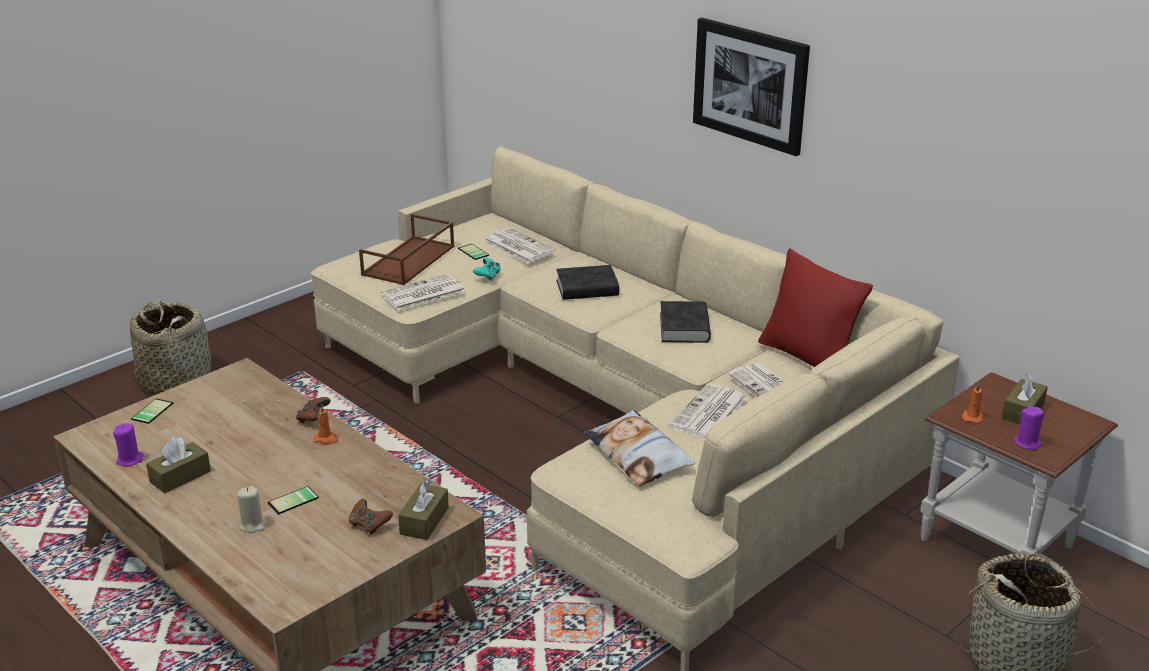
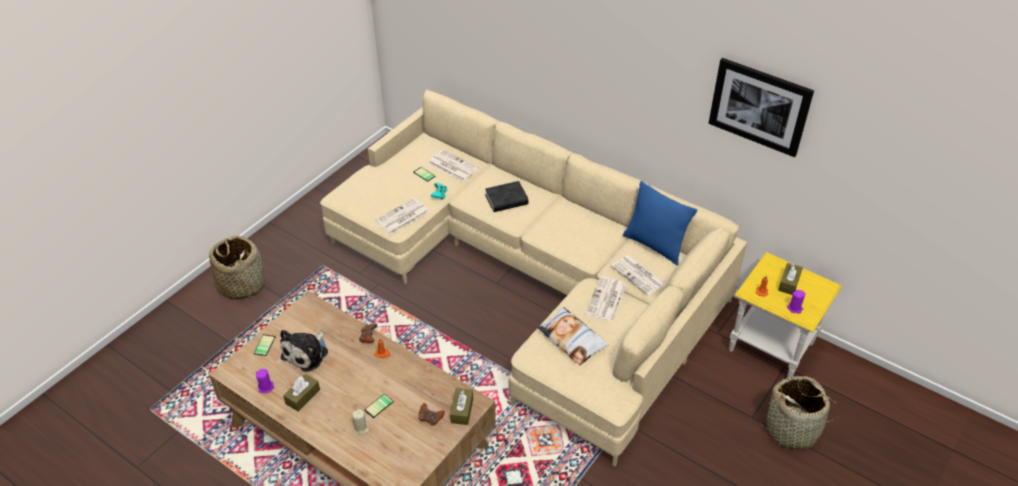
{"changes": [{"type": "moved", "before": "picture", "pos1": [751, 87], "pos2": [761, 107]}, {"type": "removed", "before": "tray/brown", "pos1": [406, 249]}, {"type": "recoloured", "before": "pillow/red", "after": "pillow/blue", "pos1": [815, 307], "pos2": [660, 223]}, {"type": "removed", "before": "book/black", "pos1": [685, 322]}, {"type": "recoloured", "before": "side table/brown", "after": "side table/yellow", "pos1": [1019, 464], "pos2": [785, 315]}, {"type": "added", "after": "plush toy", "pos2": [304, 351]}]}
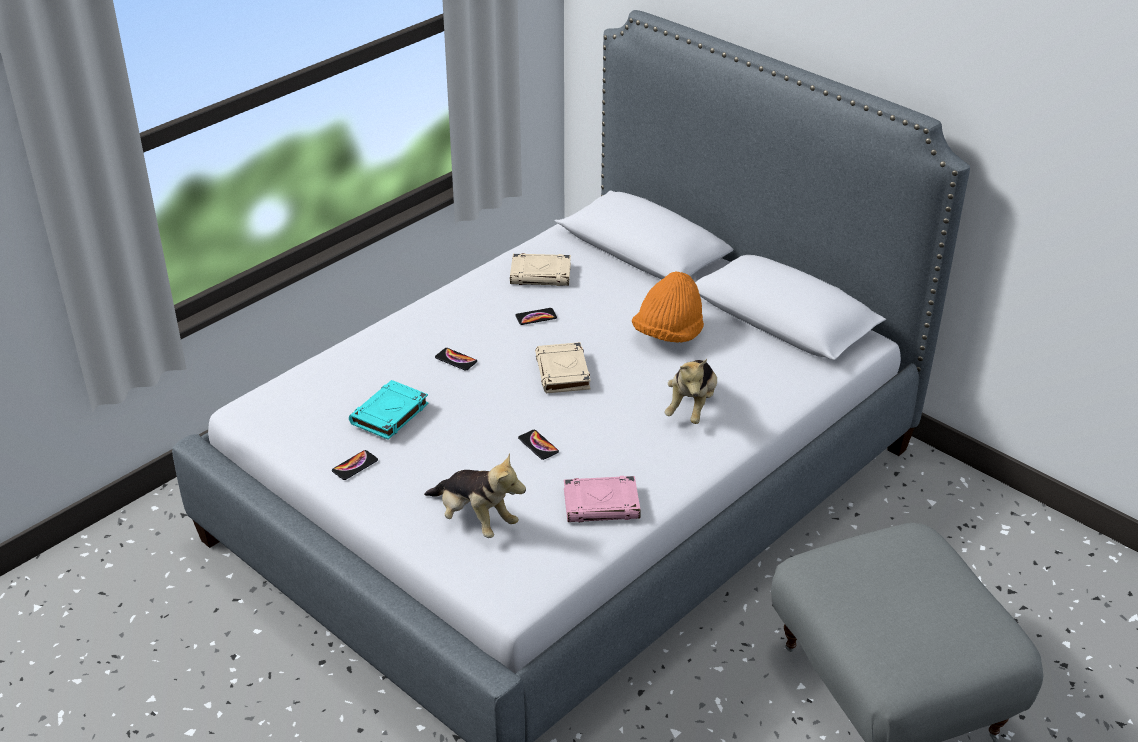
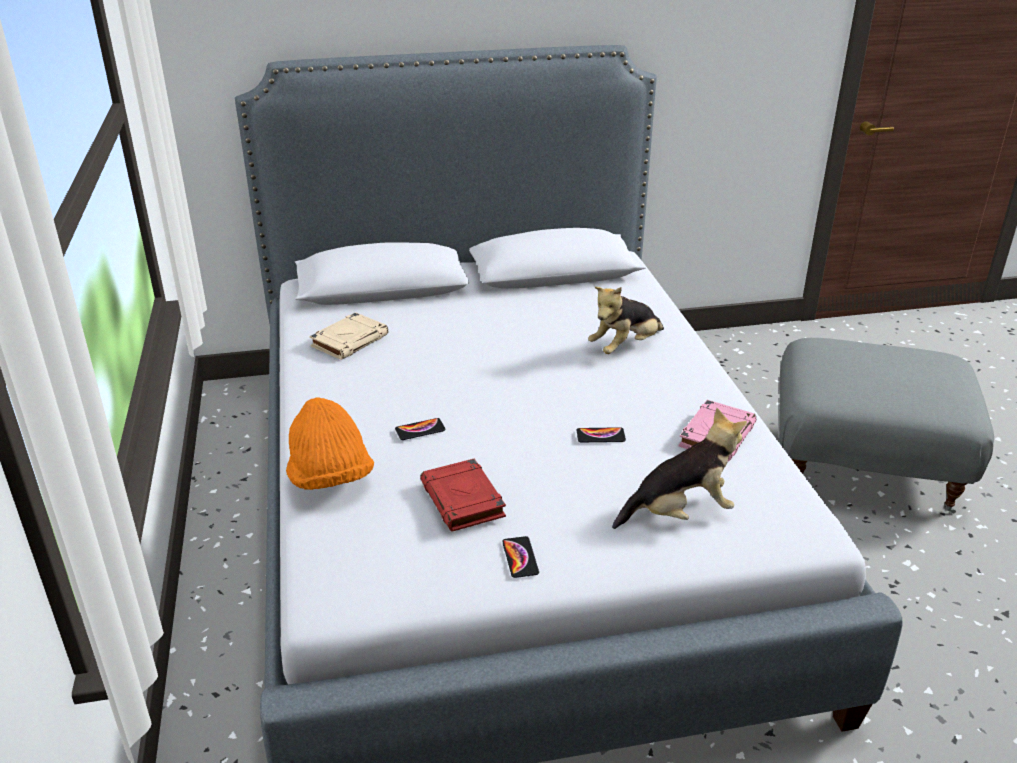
{"changes": [{"type": "moved", "before": "hat/orange", "pos1": [668, 307], "pos2": [330, 443]}, {"type": "removed", "before": "phone", "pos1": [536, 316]}, {"type": "removed", "before": "book/beige", "pos1": [563, 367]}, {"type": "turned", "before": "plush toy", "pos1": [691, 391], "pos2": [626, 320], "turn": 90}, {"type": "recoloured", "before": "book/turquoise", "after": "book/red", "pos1": [389, 410], "pos2": [463, 495]}]}
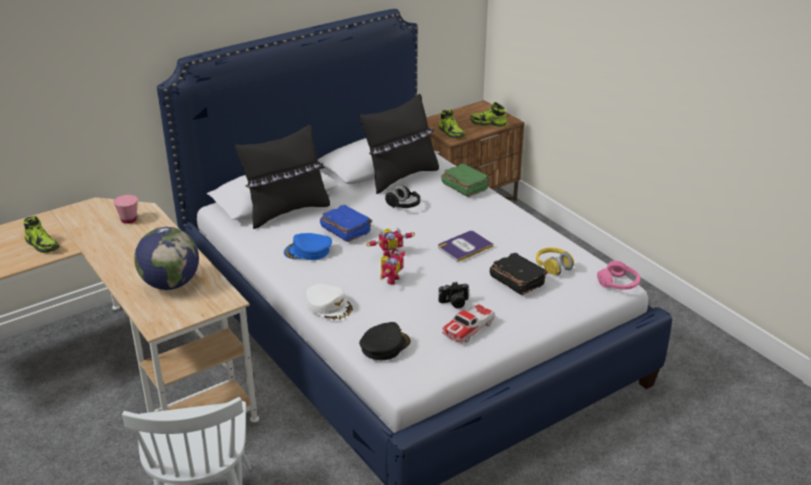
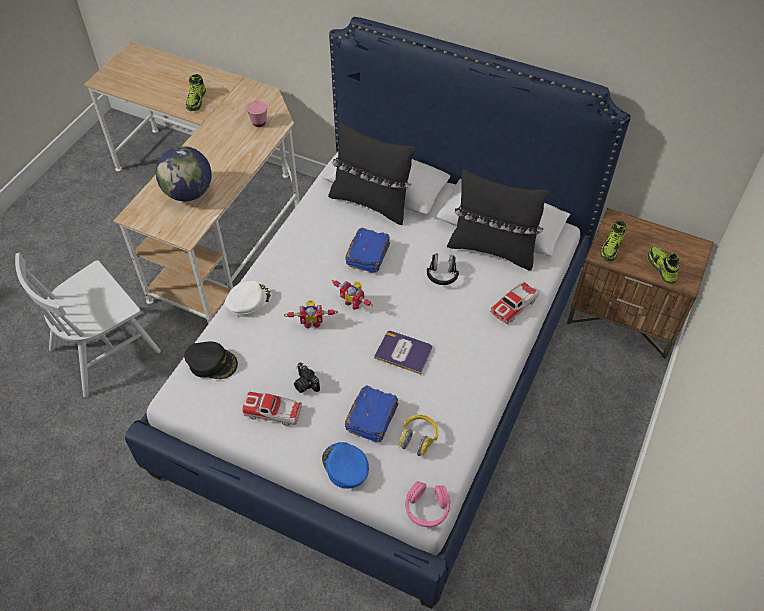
{"changes": [{"type": "replaced", "before": "book/green", "after": "toy car", "pos1": [466, 180], "pos2": [514, 303]}, {"type": "moved", "before": "cap/blue", "pos1": [308, 246], "pos2": [345, 465]}, {"type": "recoloured", "before": "book/black", "after": "book/blue", "pos1": [519, 274], "pos2": [372, 414]}, {"type": "turned", "before": "cap/white", "pos1": [329, 302], "pos2": [248, 299], "turn": -150}]}
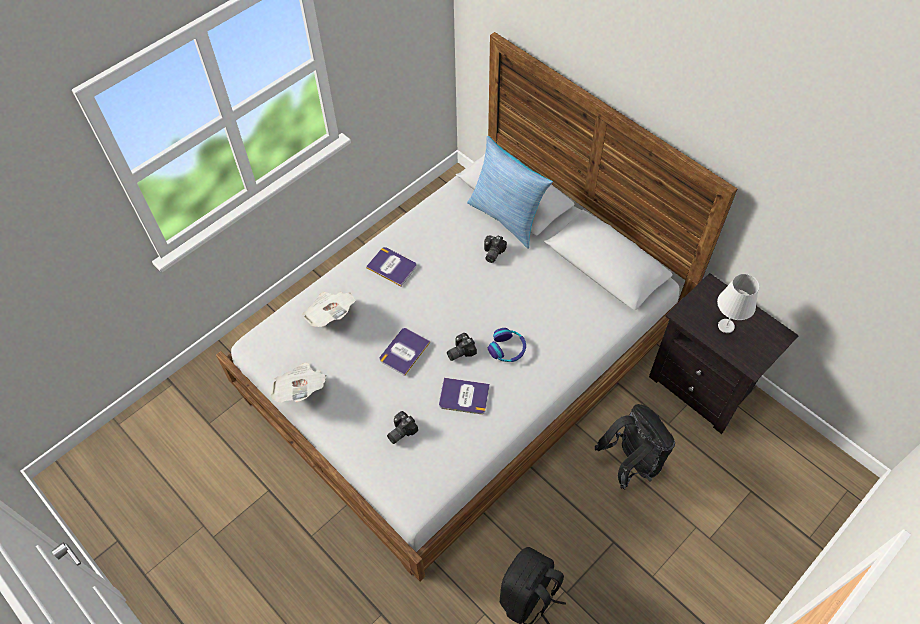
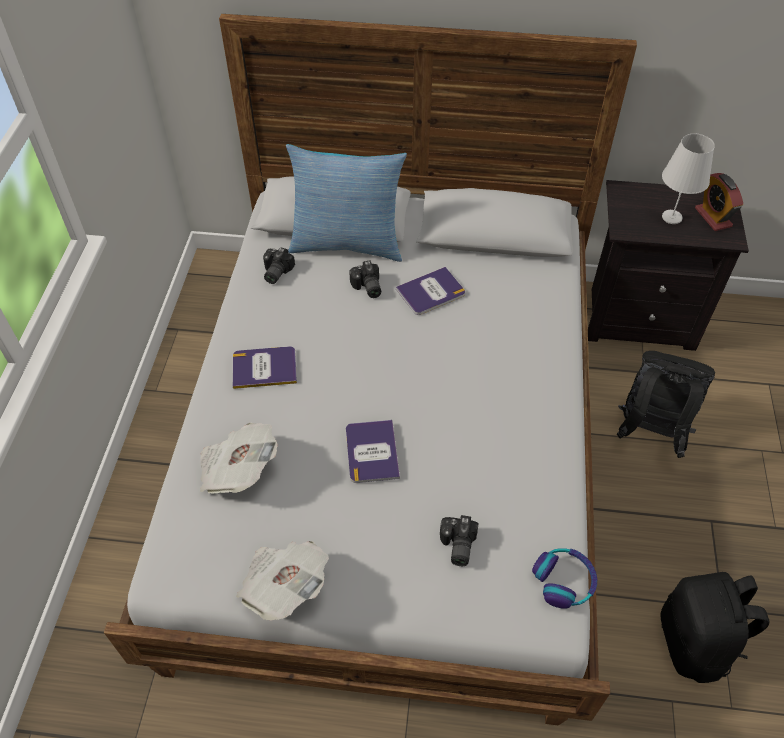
{"changes": [{"type": "moved", "before": "headphones", "pos1": [507, 345], "pos2": [564, 578]}, {"type": "moved", "before": "photo camera", "pos1": [462, 347], "pos2": [279, 266]}, {"type": "moved", "before": "book", "pos1": [464, 396], "pos2": [430, 291]}, {"type": "added", "after": "alarm clock", "pos2": [719, 202]}]}
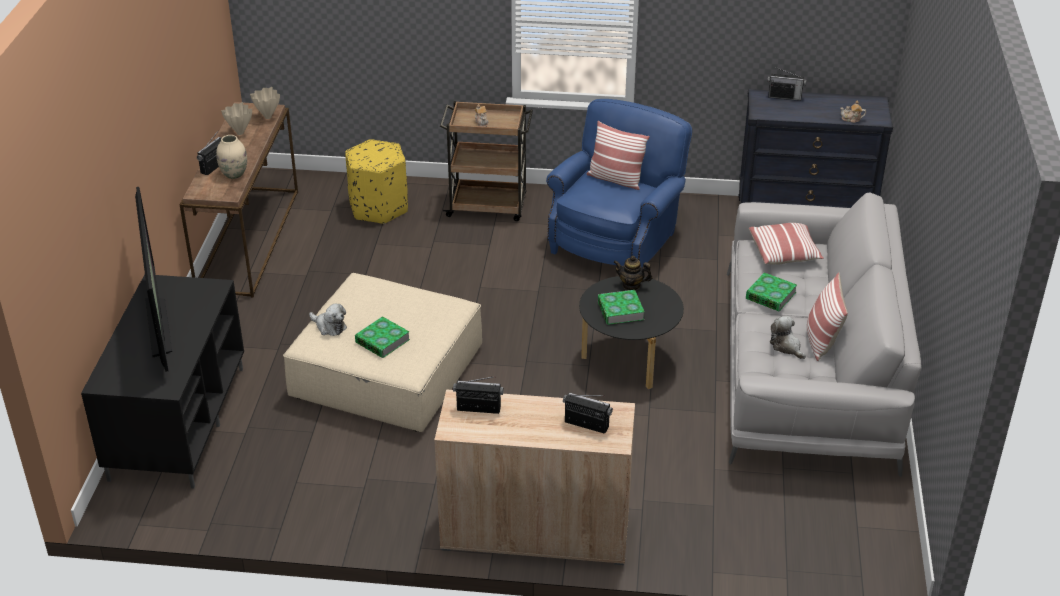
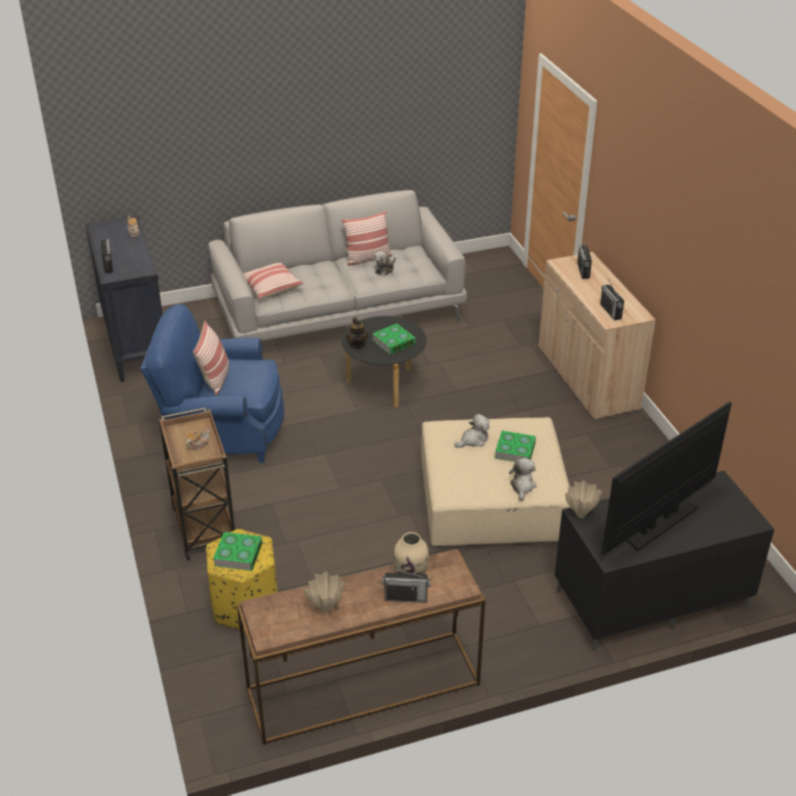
{"changes": [{"type": "moved", "before": "vase/beige", "pos1": [265, 103], "pos2": [583, 499]}, {"type": "moved", "before": "book", "pos1": [771, 291], "pos2": [237, 551]}, {"type": "added", "after": "plush toy", "pos2": [472, 431]}]}
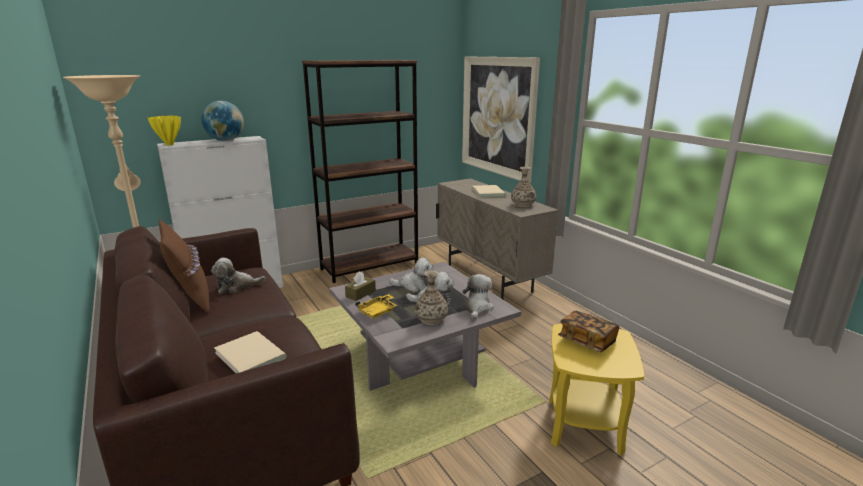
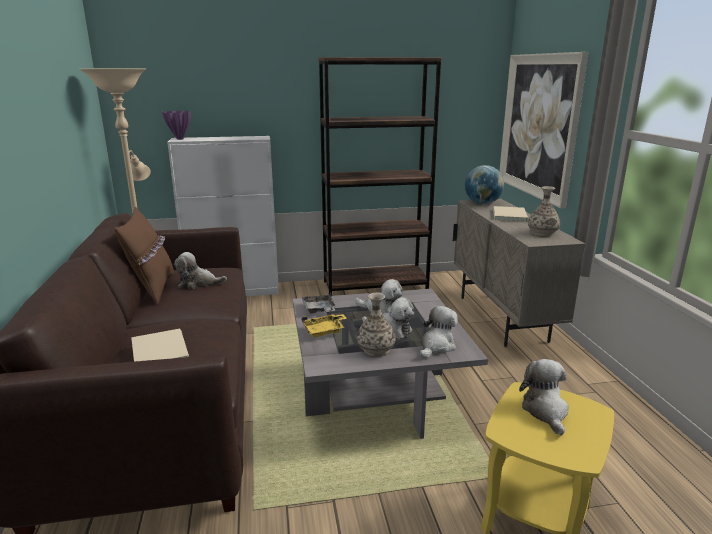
{"changes": [{"type": "moved", "before": "globe", "pos1": [223, 121], "pos2": [484, 184]}, {"type": "recoloured", "before": "vase/yellow", "after": "vase/purple", "pos1": [164, 130], "pos2": [176, 125]}, {"type": "replaced", "before": "tissue box/brown", "after": "tray/grey", "pos1": [360, 286], "pos2": [319, 302]}, {"type": "replaced", "before": "book", "after": "plush toy", "pos1": [588, 331], "pos2": [544, 397]}]}
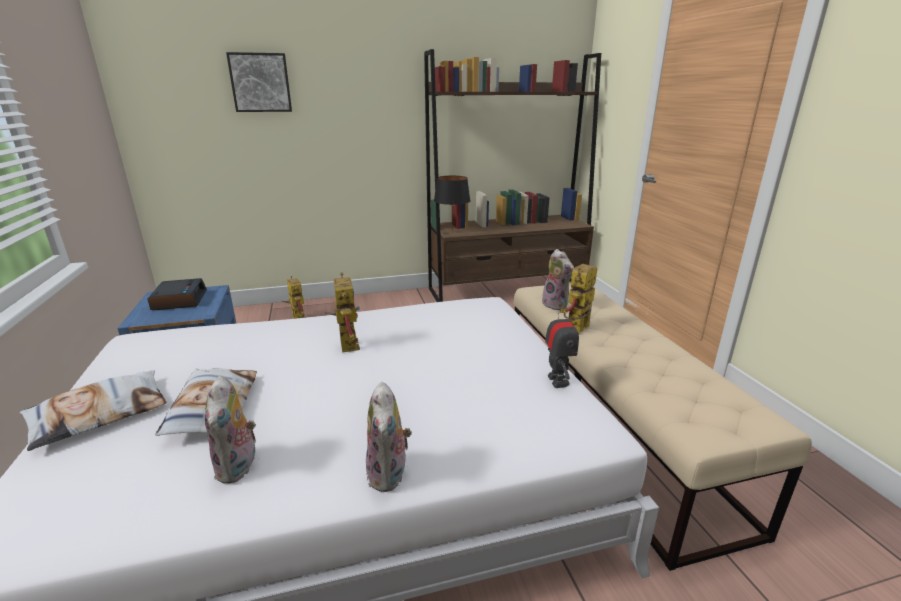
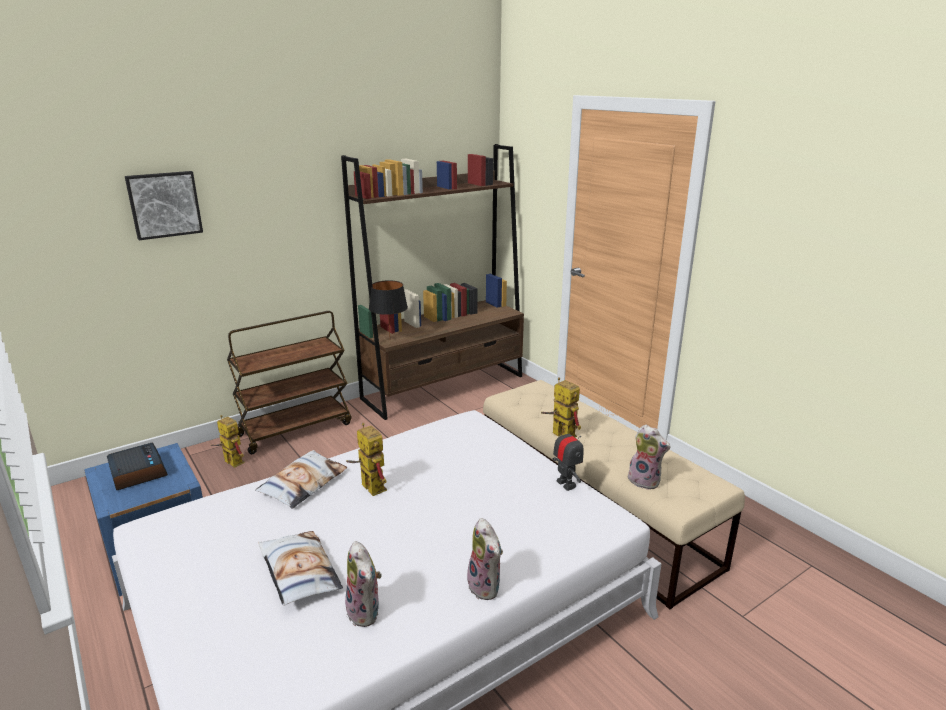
{"changes": [{"type": "moved", "before": "plush toy", "pos1": [558, 279], "pos2": [649, 457]}, {"type": "turned", "before": "toy robot", "pos1": [579, 298], "pos2": [561, 407], "turn": 120}, {"type": "moved", "before": "pillow", "pos1": [93, 410], "pos2": [301, 479]}, {"type": "added", "after": "cart/brown", "pos2": [289, 382]}]}
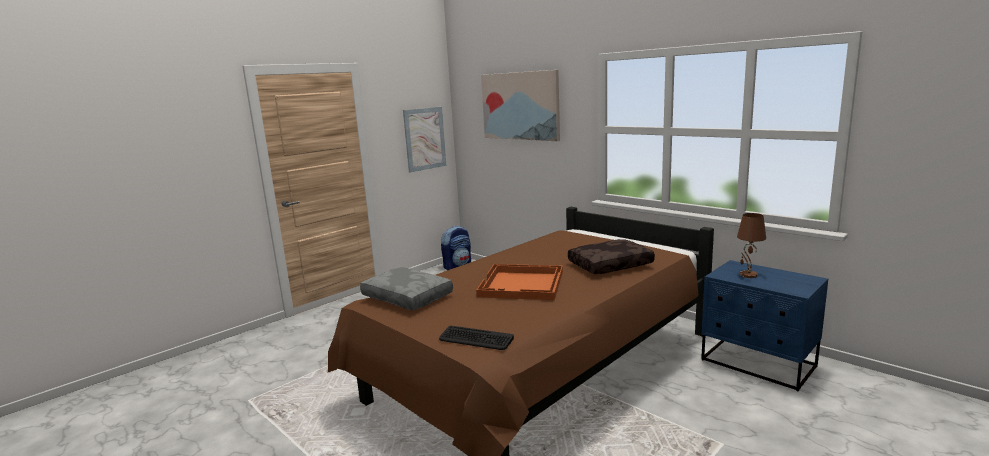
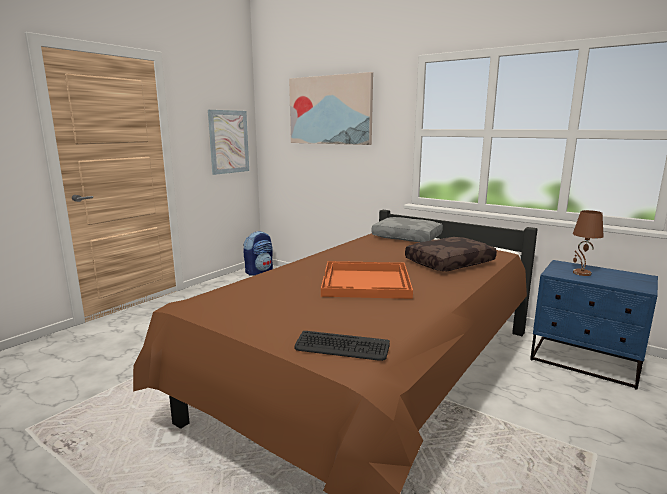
{"changes": [{"type": "moved", "before": "pillow/grey", "pos1": [406, 288], "pos2": [407, 229]}]}
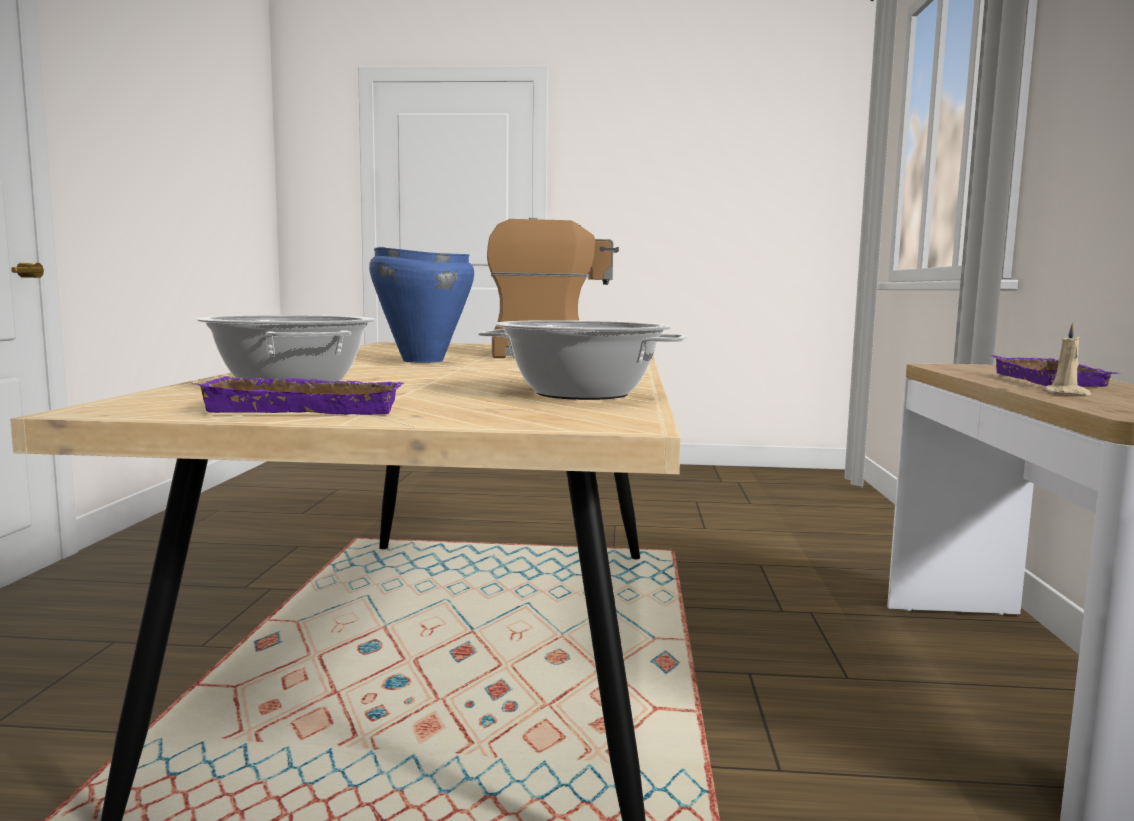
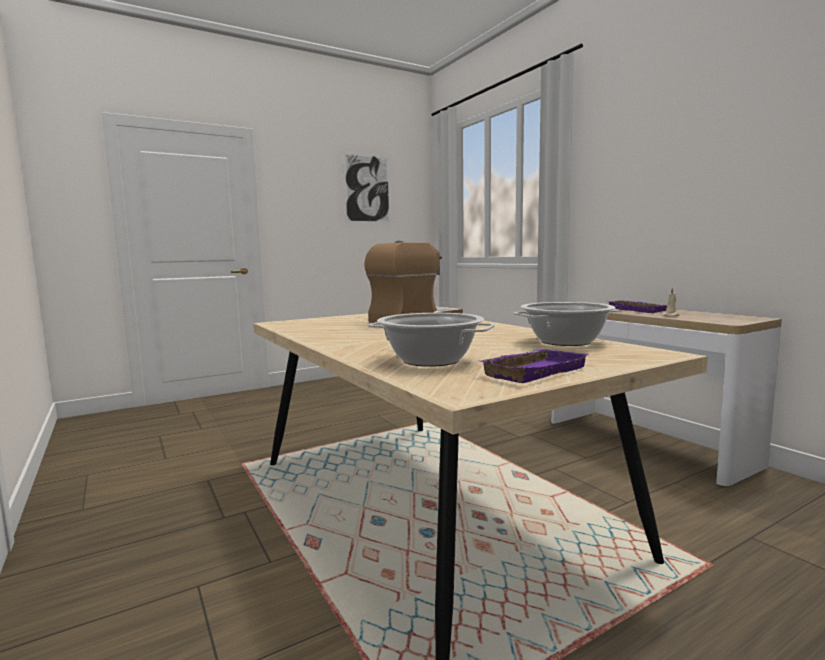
{"changes": [{"type": "removed", "before": "cooking pot/blue", "pos1": [421, 305]}, {"type": "added", "after": "picture", "pos2": [366, 187]}]}
